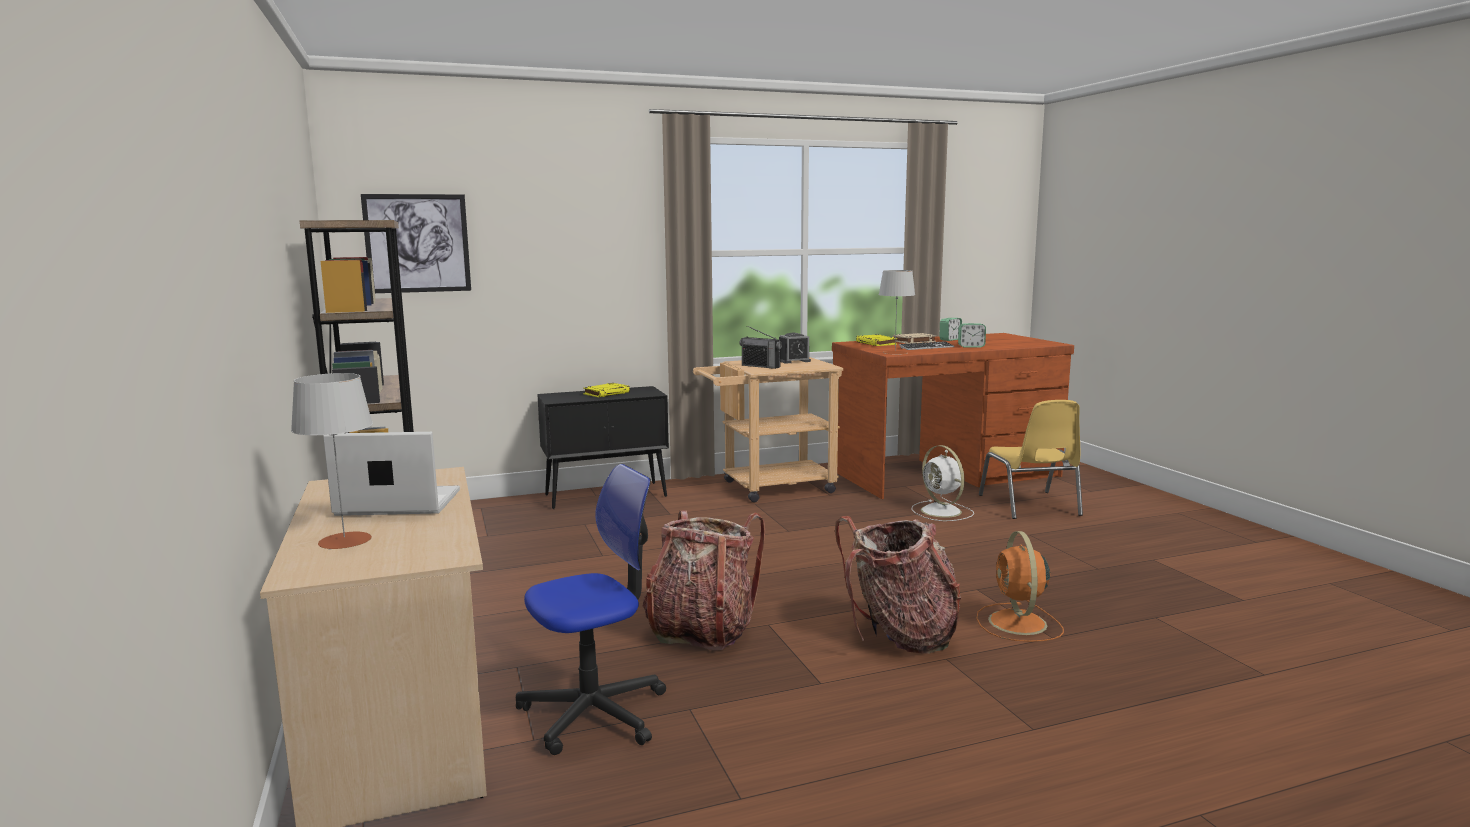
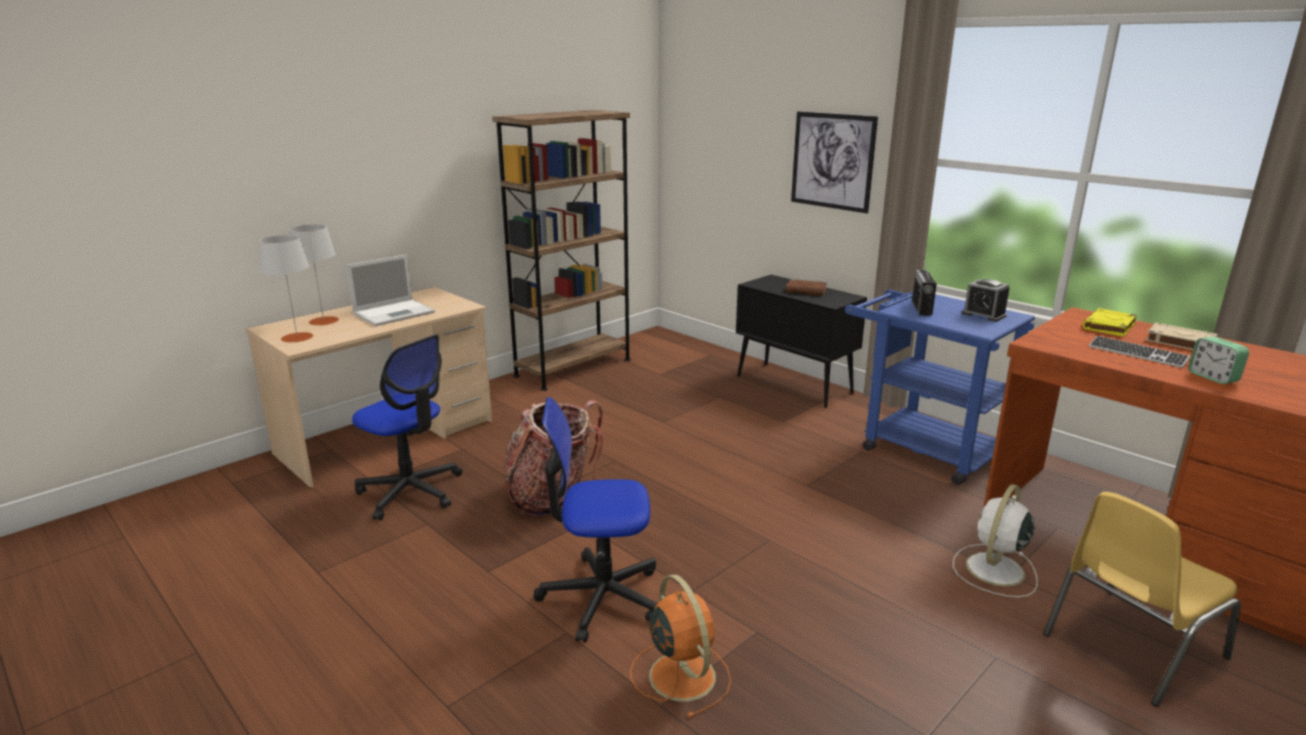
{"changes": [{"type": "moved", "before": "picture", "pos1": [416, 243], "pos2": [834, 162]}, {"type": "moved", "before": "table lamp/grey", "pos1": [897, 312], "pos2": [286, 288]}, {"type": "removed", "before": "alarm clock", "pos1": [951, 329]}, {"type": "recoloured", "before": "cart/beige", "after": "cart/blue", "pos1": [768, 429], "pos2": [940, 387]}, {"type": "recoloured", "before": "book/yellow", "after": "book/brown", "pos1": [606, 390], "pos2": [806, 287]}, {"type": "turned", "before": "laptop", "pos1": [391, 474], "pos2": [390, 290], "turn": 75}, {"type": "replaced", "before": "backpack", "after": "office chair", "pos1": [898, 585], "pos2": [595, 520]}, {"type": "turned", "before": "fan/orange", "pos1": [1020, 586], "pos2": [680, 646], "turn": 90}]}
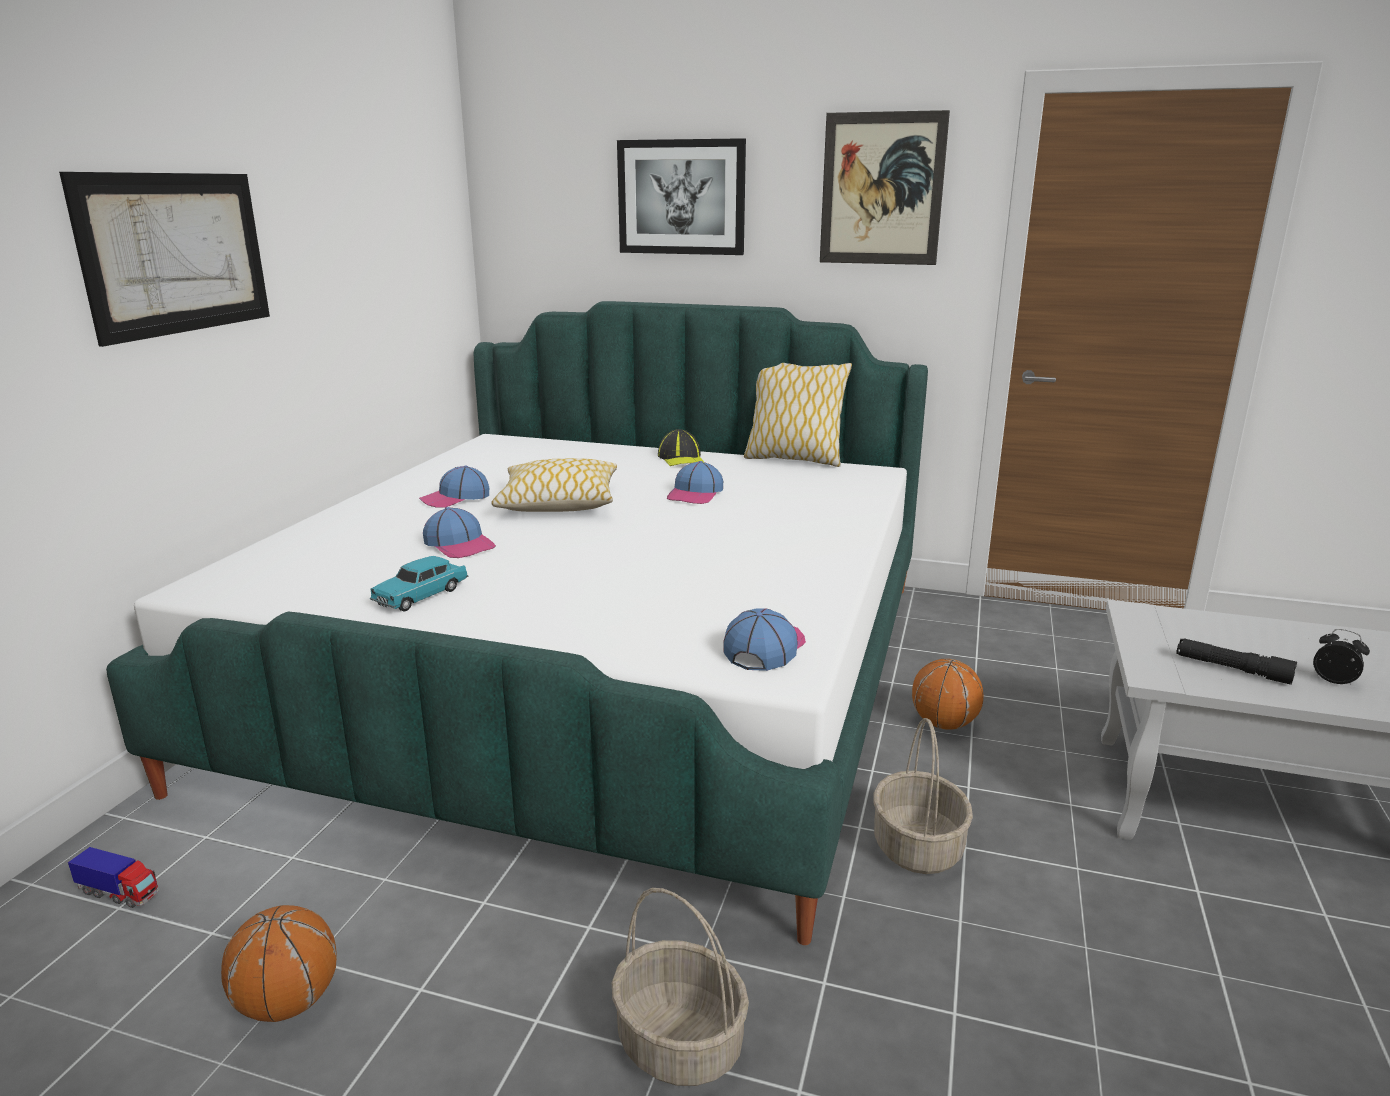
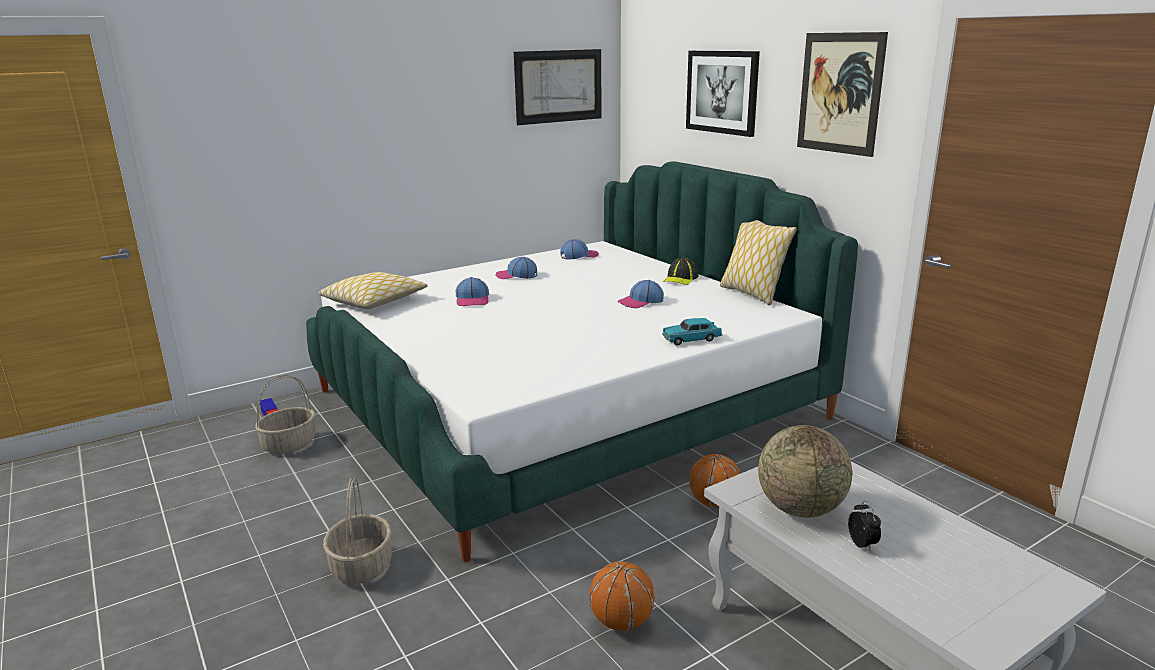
{"changes": [{"type": "moved", "before": "picture", "pos1": [164, 259], "pos2": [558, 87]}, {"type": "moved", "before": "pillow", "pos1": [554, 485], "pos2": [373, 290]}, {"type": "moved", "before": "toy car/turquoise", "pos1": [419, 583], "pos2": [692, 331]}, {"type": "moved", "before": "cap", "pos1": [764, 639], "pos2": [579, 249]}, {"type": "replaced", "before": "flashlight/black", "after": "globe", "pos1": [1236, 661], "pos2": [805, 471]}, {"type": "moved", "before": "basket", "pos1": [923, 796], "pos2": [285, 414]}, {"type": "moved", "before": "basketball", "pos1": [279, 963], "pos2": [622, 596]}]}
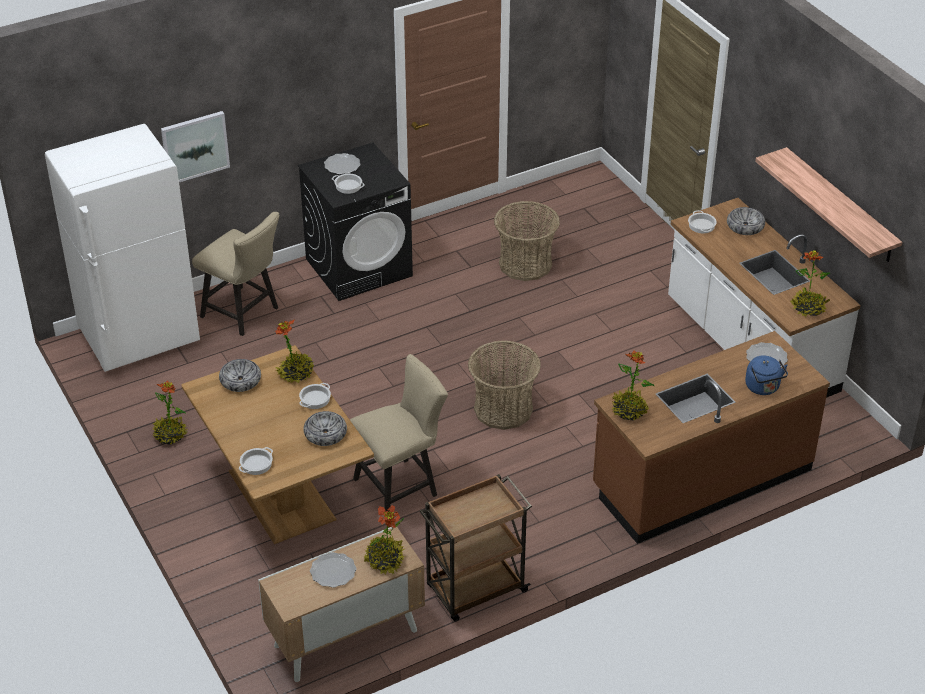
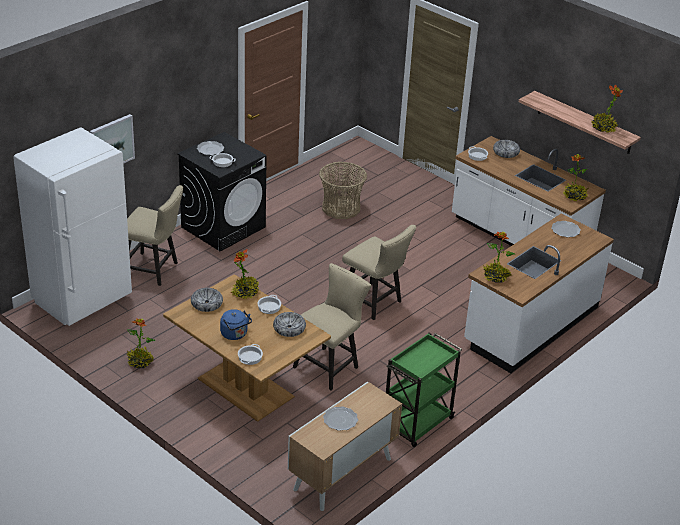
{"changes": [{"type": "recoloured", "before": "counter/brown", "after": "counter/white", "pos1": [711, 437], "pos2": [539, 293]}, {"type": "replaced", "before": "basket", "after": "chair/beige", "pos1": [504, 385], "pos2": [379, 272]}, {"type": "moved", "before": "kettle/blue", "pos1": [766, 375], "pos2": [236, 324]}, {"type": "recoloured", "before": "cart/brown", "after": "cart/green", "pos1": [475, 548], "pos2": [424, 390]}, {"type": "moved", "before": "potted plant", "pos1": [385, 539], "pos2": [607, 109]}]}
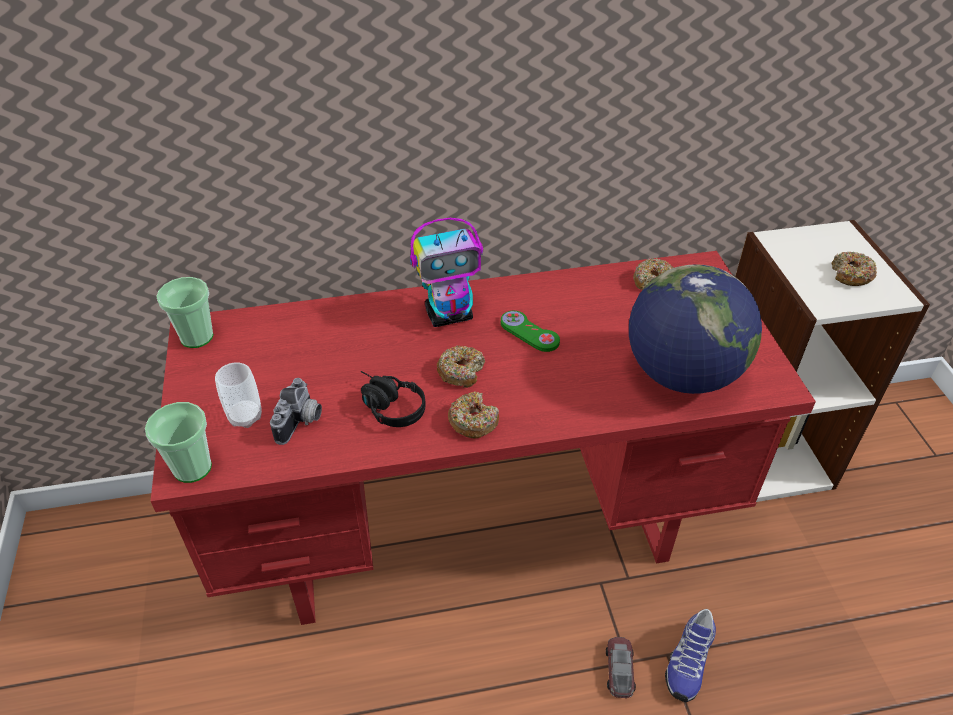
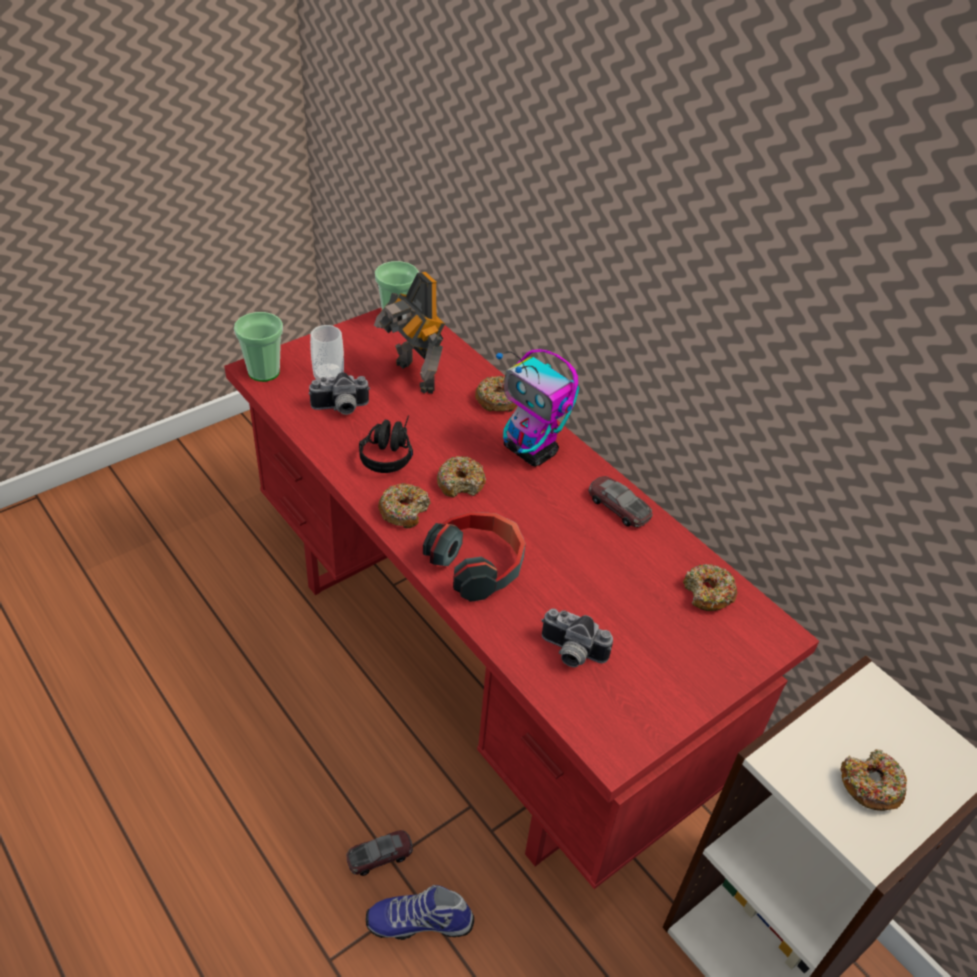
{"changes": [{"type": "replaced", "before": "globe", "after": "photo camera", "pos1": [695, 329], "pos2": [577, 638]}, {"type": "removed", "before": "game controller/green", "pos1": [530, 331]}, {"type": "added", "after": "toy robot", "pos2": [409, 332]}, {"type": "added", "after": "donut", "pos2": [496, 394]}, {"type": "added", "after": "toy car", "pos2": [620, 501]}, {"type": "added", "after": "headphones", "pos2": [474, 557]}]}
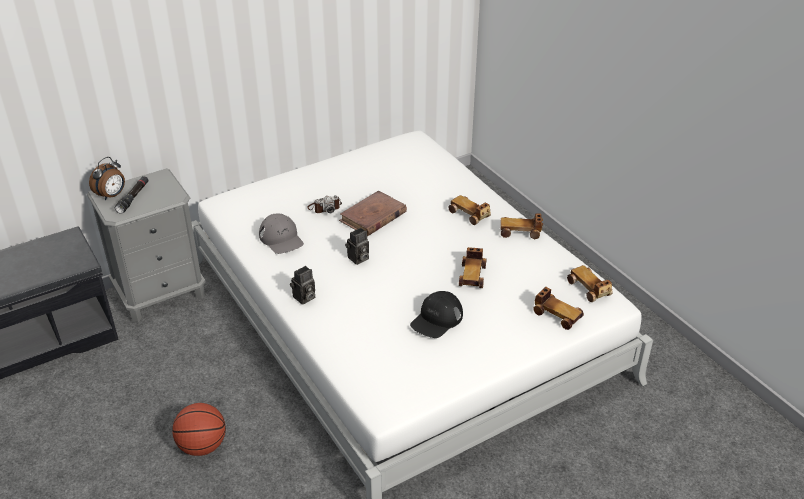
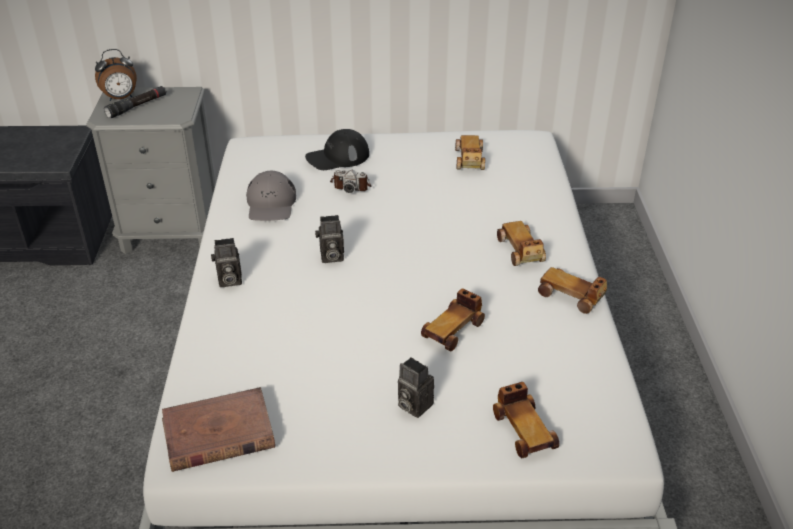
{"changes": [{"type": "moved", "before": "book/brown", "pos1": [373, 213], "pos2": [218, 429]}, {"type": "moved", "before": "toy car", "pos1": [590, 283], "pos2": [470, 152]}, {"type": "moved", "before": "cap/black", "pos1": [436, 314], "pos2": [337, 149]}, {"type": "removed", "before": "basketball", "pos1": [199, 429]}, {"type": "added", "after": "photo camera", "pos2": [416, 387]}]}
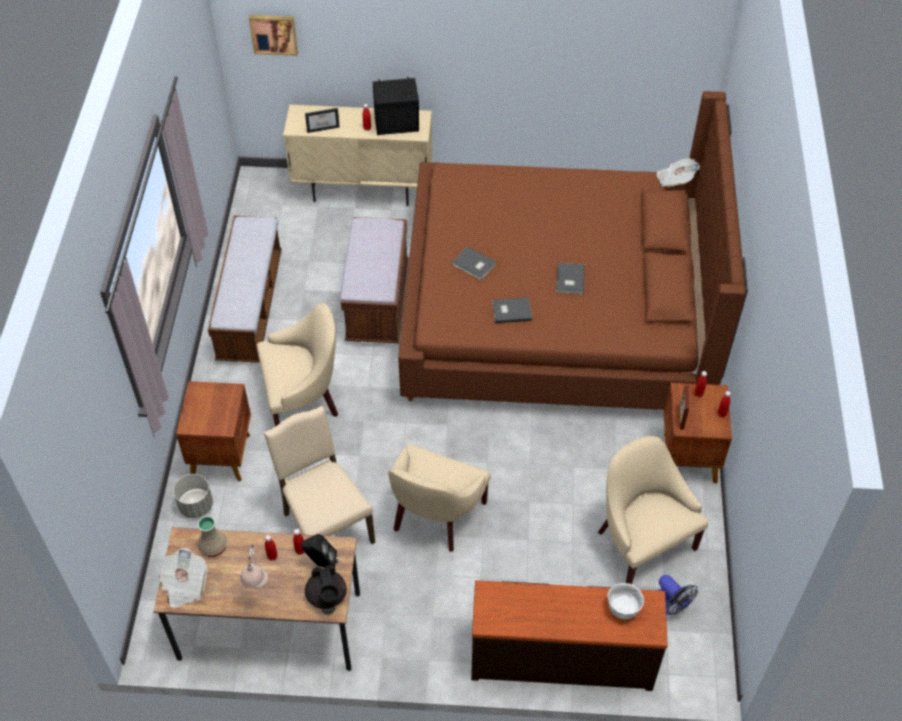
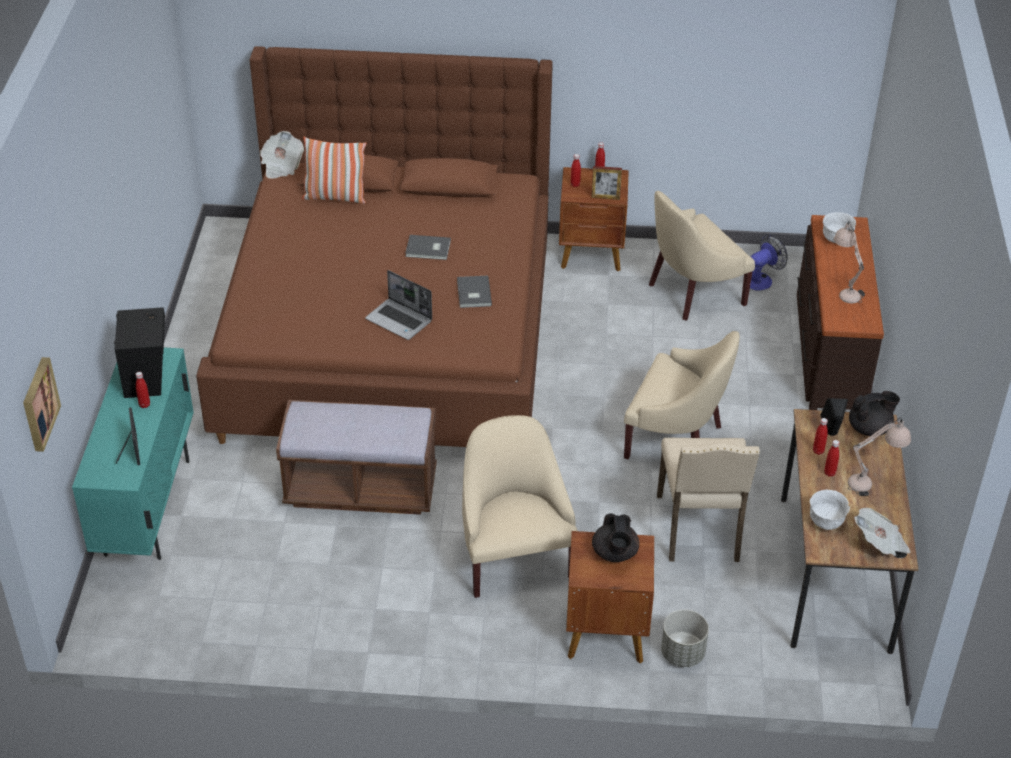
{"changes": [{"type": "recoloured", "before": "cabinet/beige", "after": "cabinet/turquoise", "pos1": [357, 155], "pos2": [133, 453]}, {"type": "removed", "before": "bench", "pos1": [245, 289]}, {"type": "replaced", "before": "book/grey", "after": "laptop", "pos1": [474, 263], "pos2": [398, 305]}, {"type": "turned", "before": "chair/beige", "pos1": [319, 475], "pos2": [708, 500], "turn": -60}, {"type": "replaced", "before": "vase/beige", "after": "bowl/white", "pos1": [212, 536], "pos2": [830, 509]}, {"type": "added", "after": "pillow", "pos2": [334, 170]}, {"type": "added", "after": "table lamp/beige", "pos2": [849, 261]}, {"type": "added", "after": "teapot/black", "pos2": [615, 537]}]}
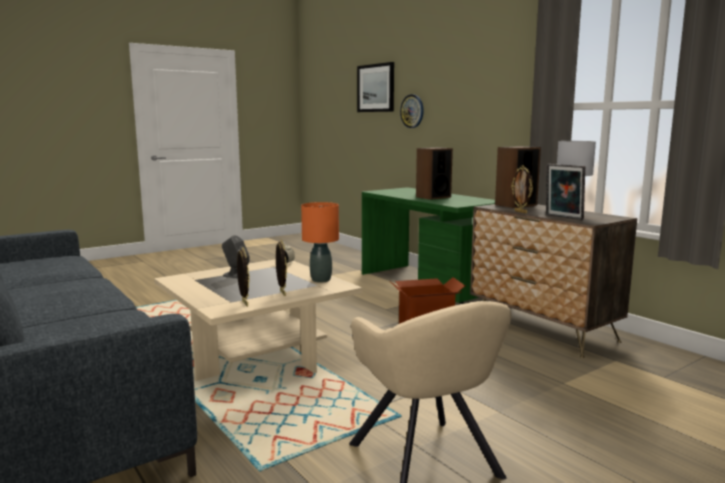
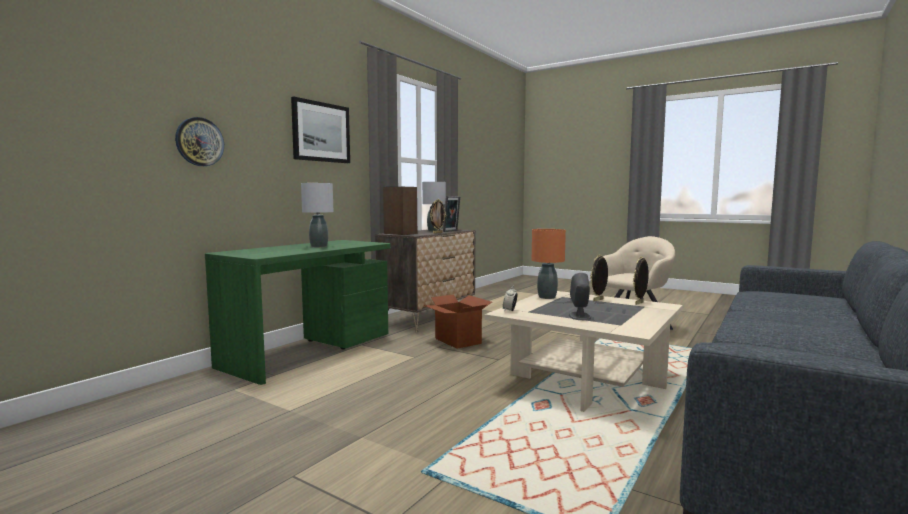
{"changes": [{"type": "moved", "before": "picture", "pos1": [375, 87], "pos2": [320, 130]}, {"type": "replaced", "before": "speaker", "after": "table lamp/grey", "pos1": [434, 173], "pos2": [317, 215]}]}
